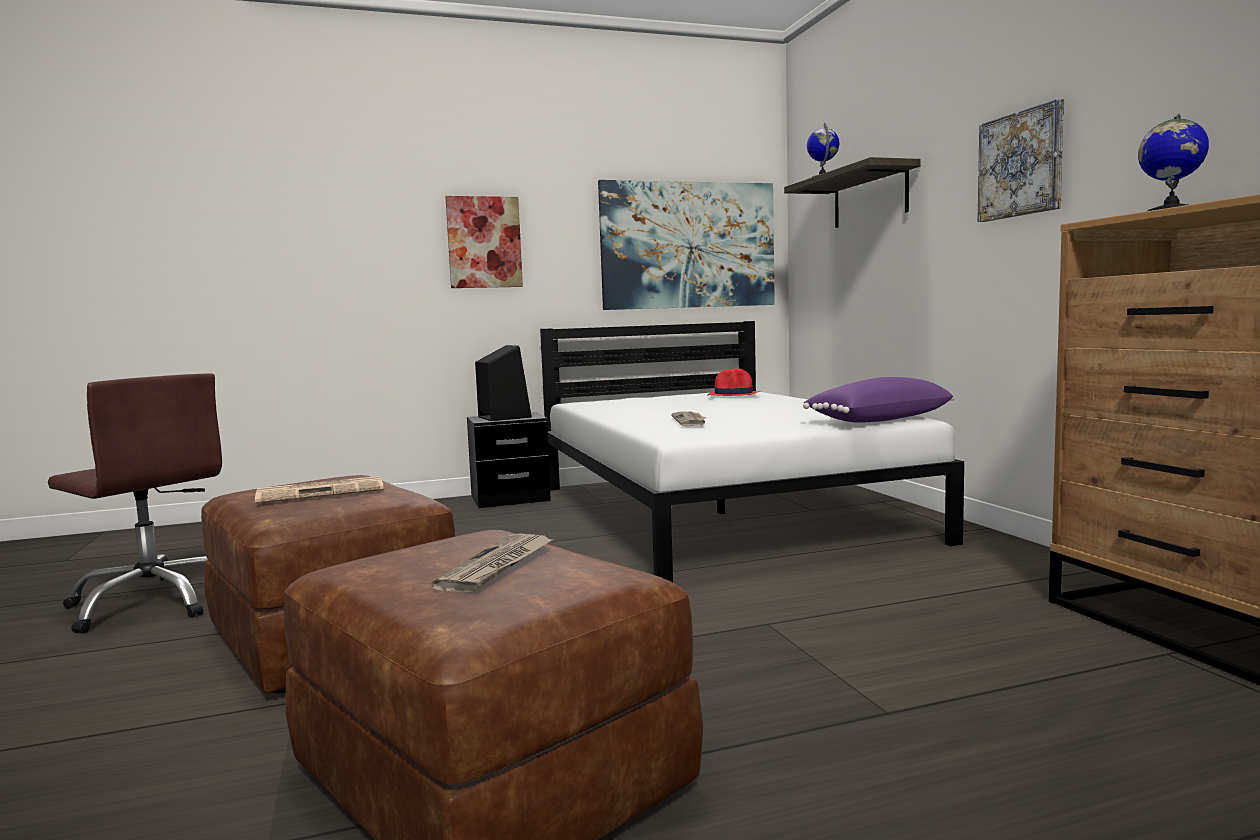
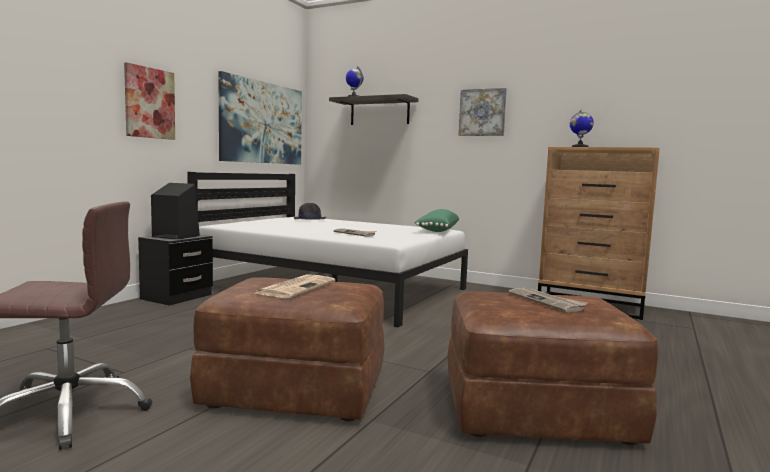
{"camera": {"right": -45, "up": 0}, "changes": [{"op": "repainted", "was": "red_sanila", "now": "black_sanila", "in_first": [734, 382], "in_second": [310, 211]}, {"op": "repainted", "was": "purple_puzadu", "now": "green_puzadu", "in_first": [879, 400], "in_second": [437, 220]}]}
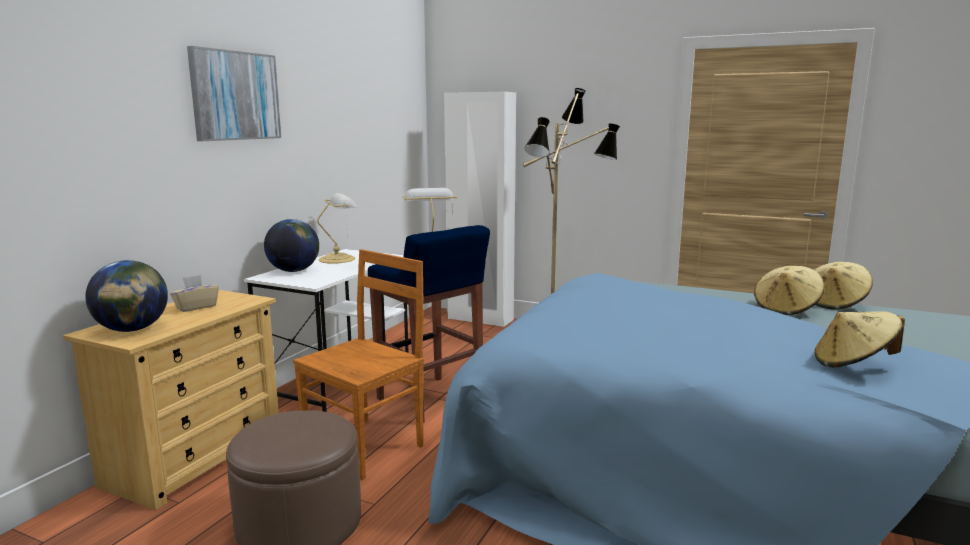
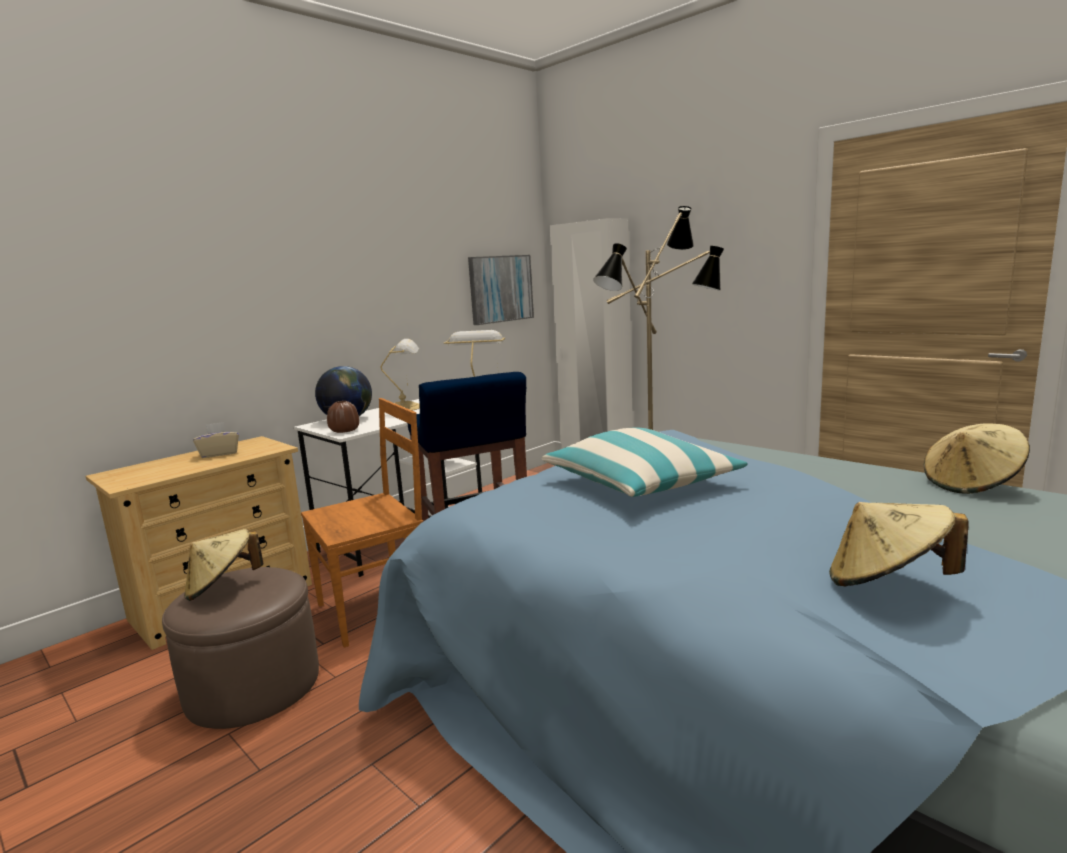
{"camera": {"right": 20, "up": 0}, "changes": [{"op": "shifted", "was": "beige_sanila", "in_first": [789, 290], "in_second": [223, 565]}, {"op": "new", "now": "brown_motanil", "in_second": [343, 417]}, {"op": "shifted", "was": "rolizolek", "in_first": [234, 93], "in_second": [501, 290]}, {"op": "new", "now": "puzadu", "in_second": [644, 462]}, {"op": "gone", "was": "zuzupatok", "in_first": [126, 296]}]}
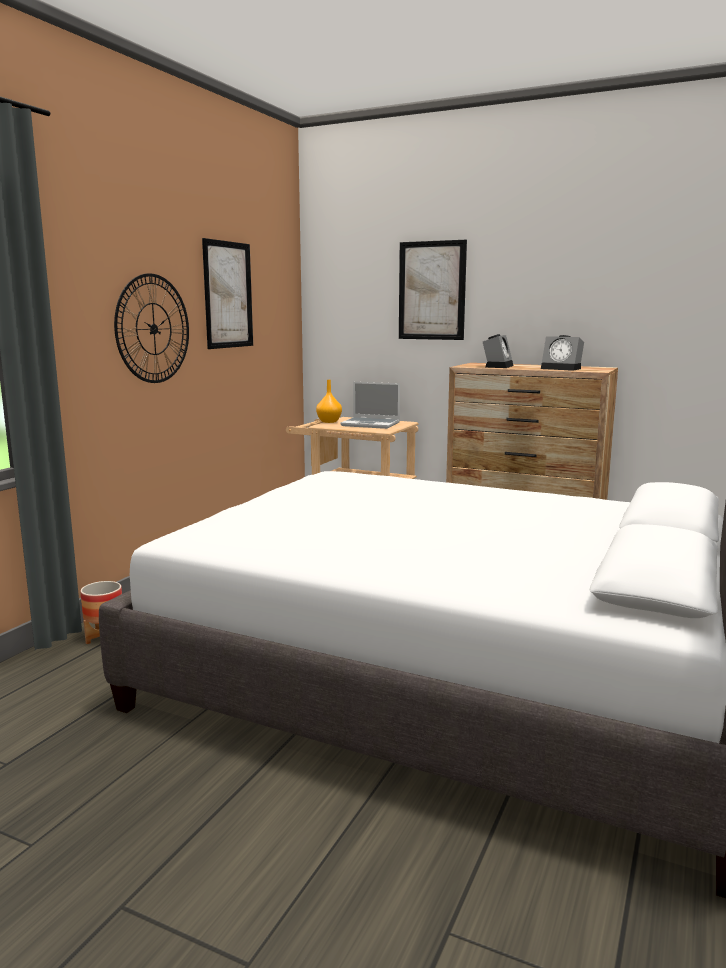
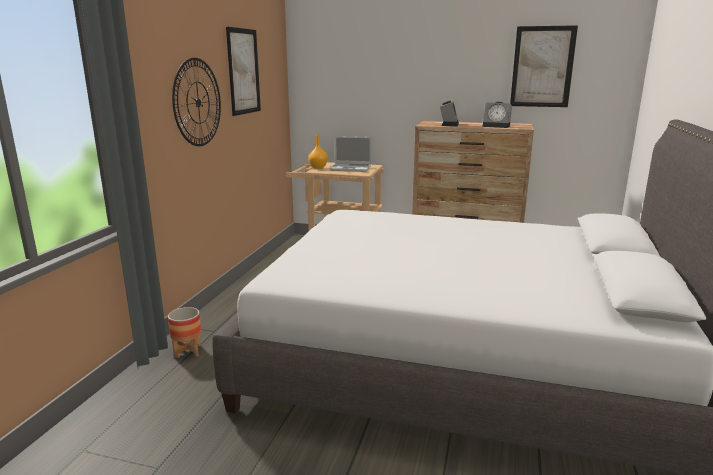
{"camera": {"right": -10, "up": 5}, "changes": [{"op": "shifted", "was": "rolizolek", "in_first": [433, 290], "in_second": [544, 66]}]}
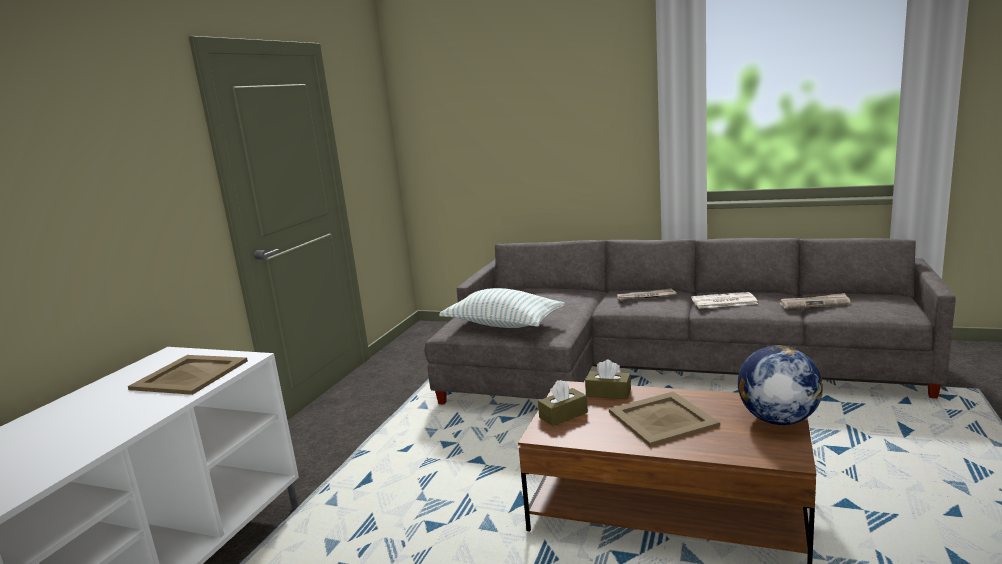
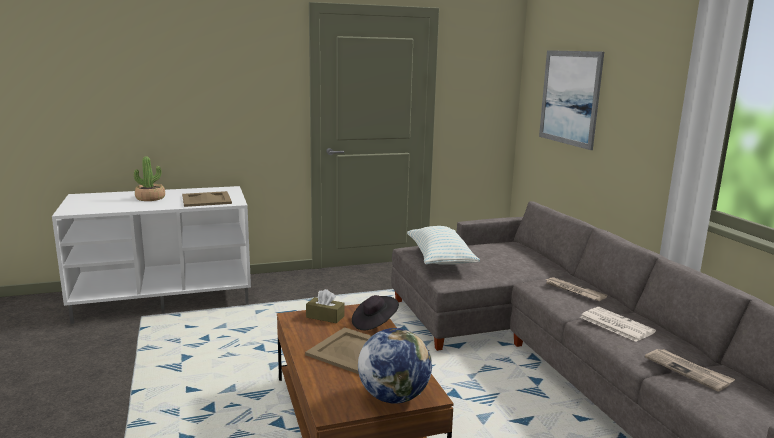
{"camera": {"right": 50, "up": 0}, "changes": [{"op": "new", "now": "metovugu", "in_second": [149, 178]}, {"op": "swapped", "was": "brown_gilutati", "now": "black_sanila", "in_first": [608, 379], "in_second": [375, 312]}, {"op": "new", "now": "rolizolek", "in_second": [571, 100]}]}
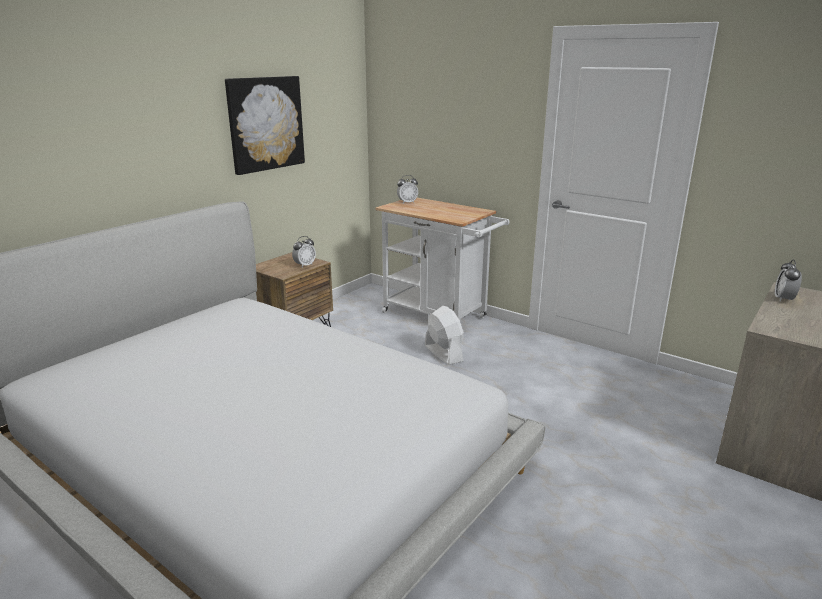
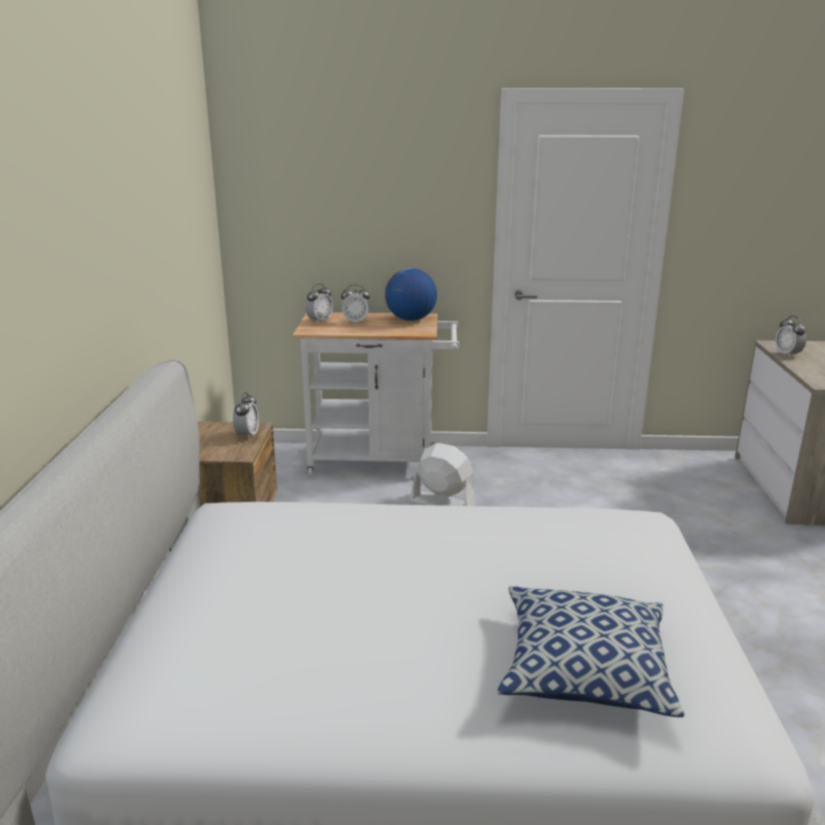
{"camera": {"right": -35, "up": 0}, "changes": [{"op": "new", "now": "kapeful", "in_second": [355, 303]}, {"op": "new", "now": "zuzupatok", "in_second": [411, 294]}, {"op": "new", "now": "puzadu", "in_second": [590, 651]}, {"op": "gone", "was": "rolizolek", "in_first": [265, 125]}]}
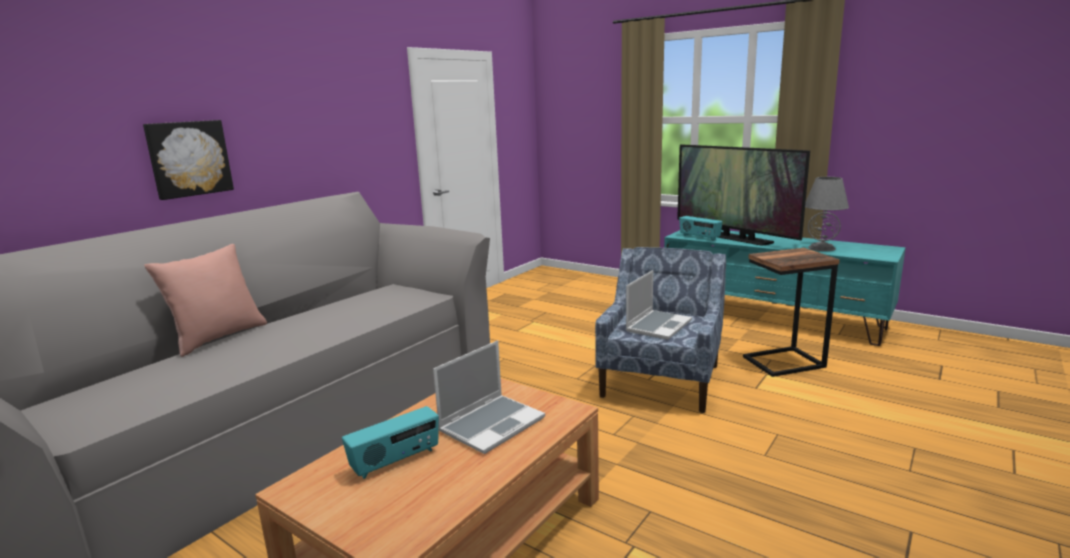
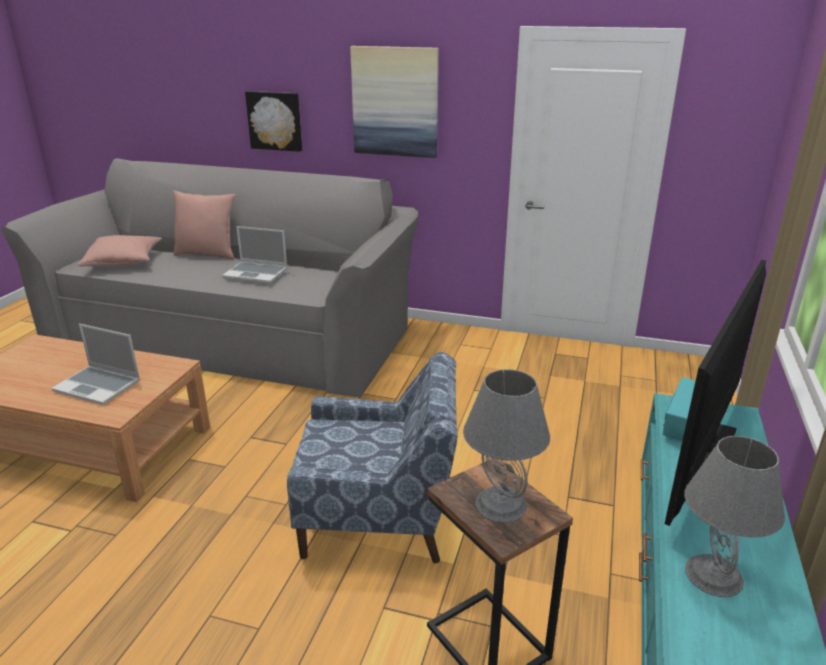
{"camera": {"right": 70, "up": 10}, "changes": [{"op": "new", "now": "pink_puzadu", "in_second": [119, 251]}, {"op": "shifted", "was": "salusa", "in_first": [659, 305], "in_second": [255, 255]}, {"op": "new", "now": "rolizolek", "in_second": [394, 102]}, {"op": "new", "now": "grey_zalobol", "in_second": [506, 445]}, {"op": "gone", "was": "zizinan", "in_first": [390, 442]}]}
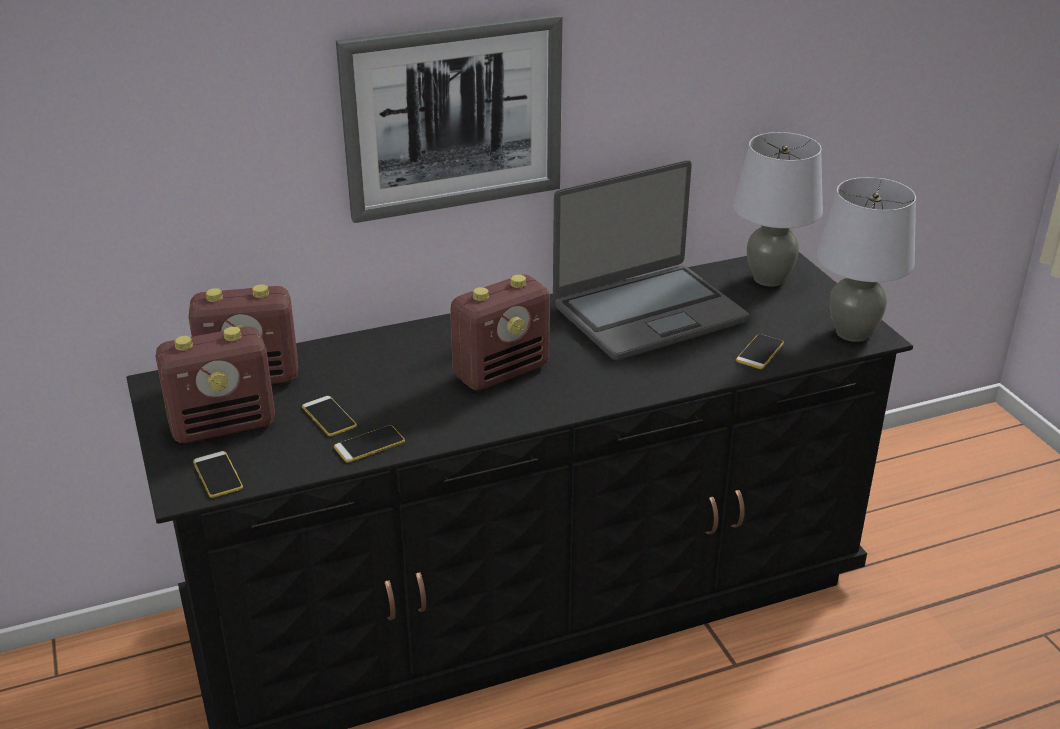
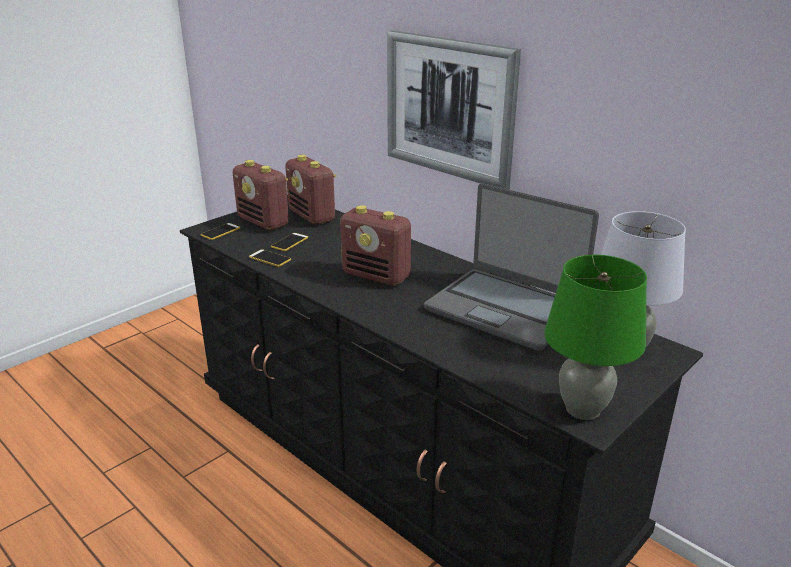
{"camera": {"right": 65, "up": -5}, "changes": [{"op": "repainted", "was": "grey_zalobol", "now": "green_zalobol", "in_first": [866, 259], "in_second": [595, 337]}, {"op": "gone", "was": "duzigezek", "in_first": [760, 351]}]}
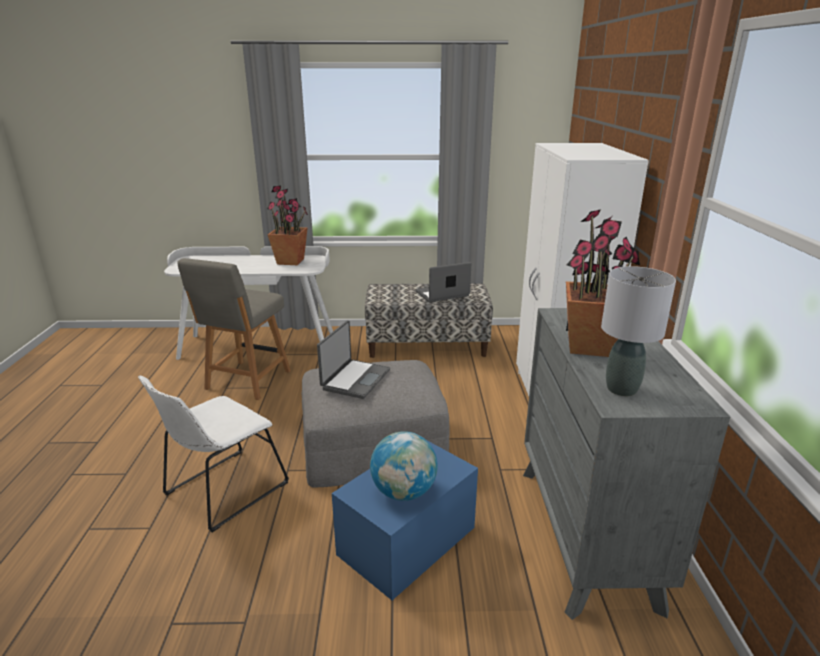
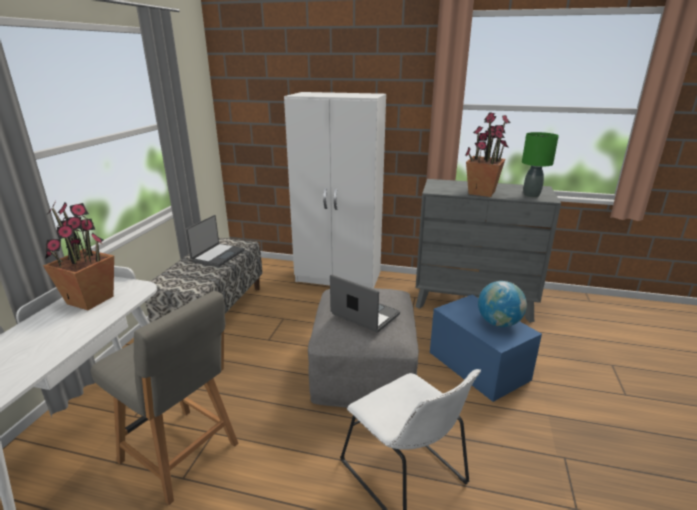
{"camera": {"right": -75, "up": 0}, "changes": [{"op": "rotated", "was": "salusa", "in_first": [443, 282], "in_second": [215, 241], "clockwise": -150}, {"op": "repainted", "was": "grey_zalobol", "now": "green_zalobol", "in_first": [638, 331], "in_second": [540, 165]}]}
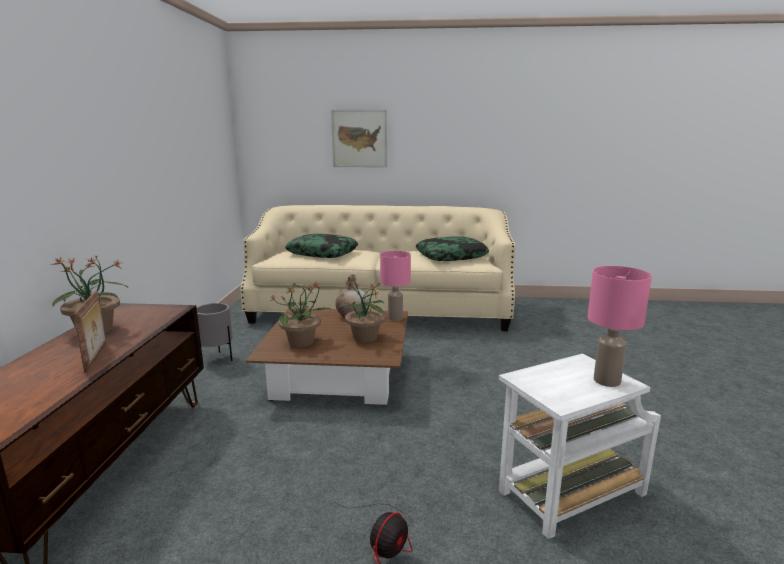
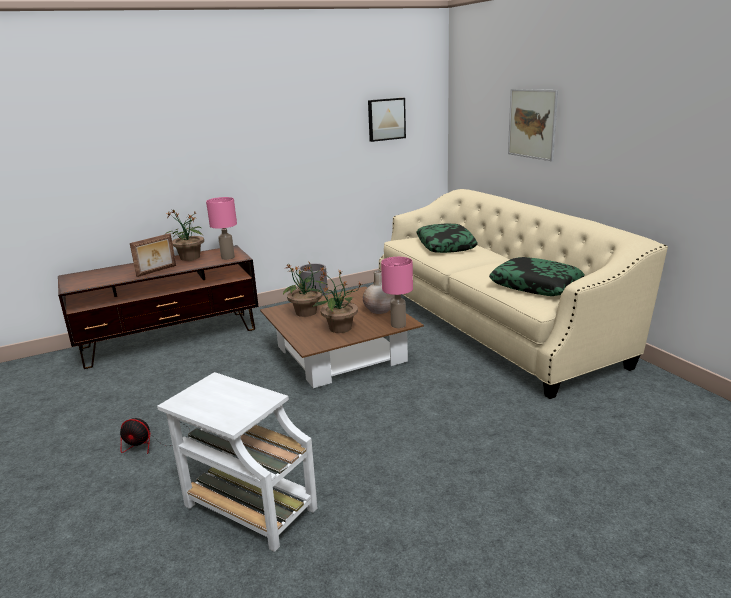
{"camera": {"right": 60, "up": 5}, "changes": [{"op": "shifted", "was": "pink_zalobol", "in_first": [619, 326], "in_second": [221, 228]}, {"op": "new", "now": "rolizolek", "in_second": [387, 120]}]}
